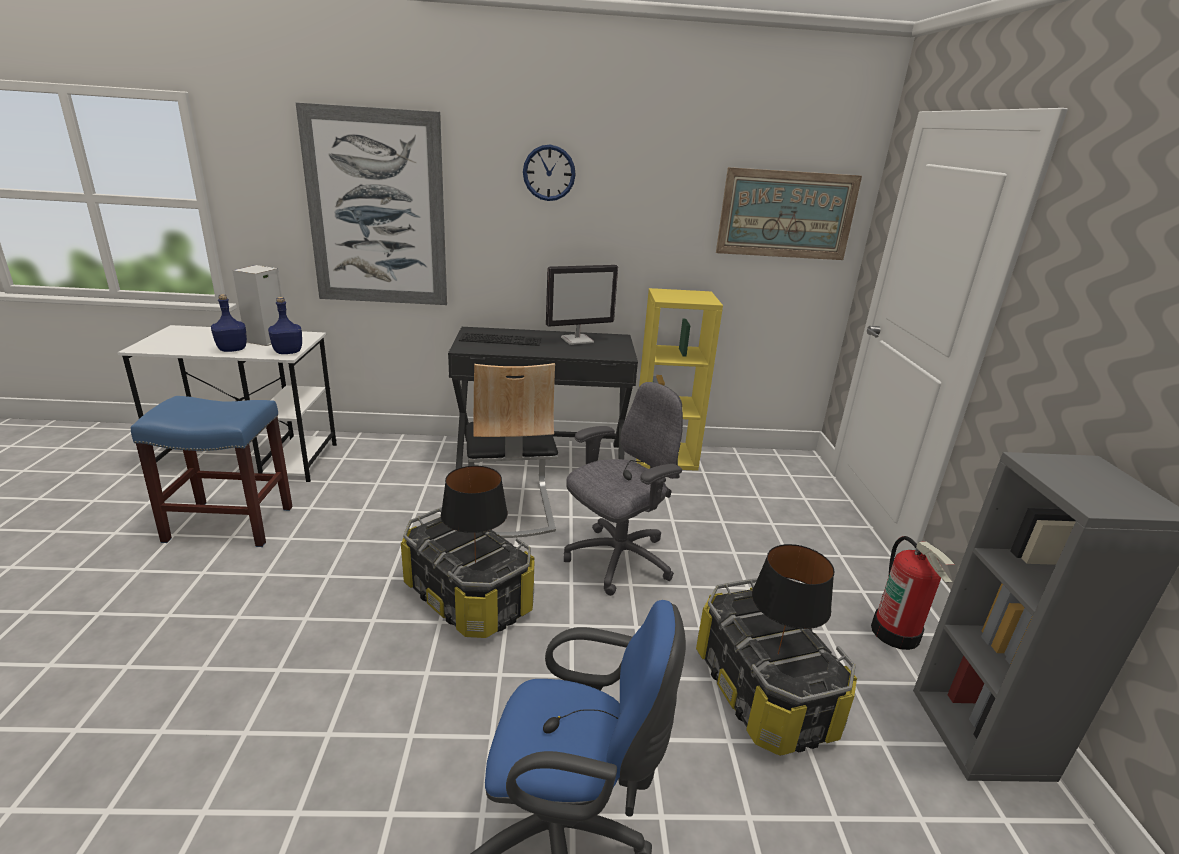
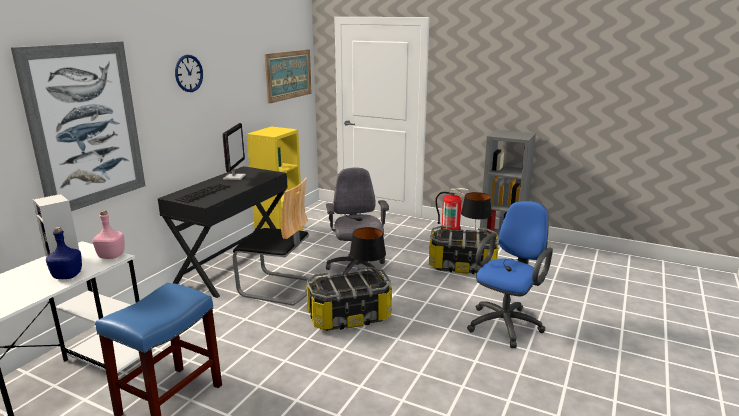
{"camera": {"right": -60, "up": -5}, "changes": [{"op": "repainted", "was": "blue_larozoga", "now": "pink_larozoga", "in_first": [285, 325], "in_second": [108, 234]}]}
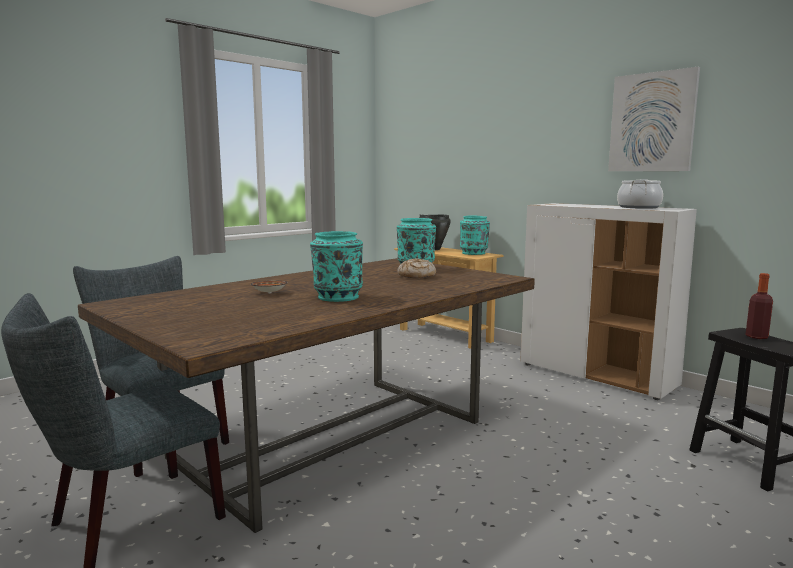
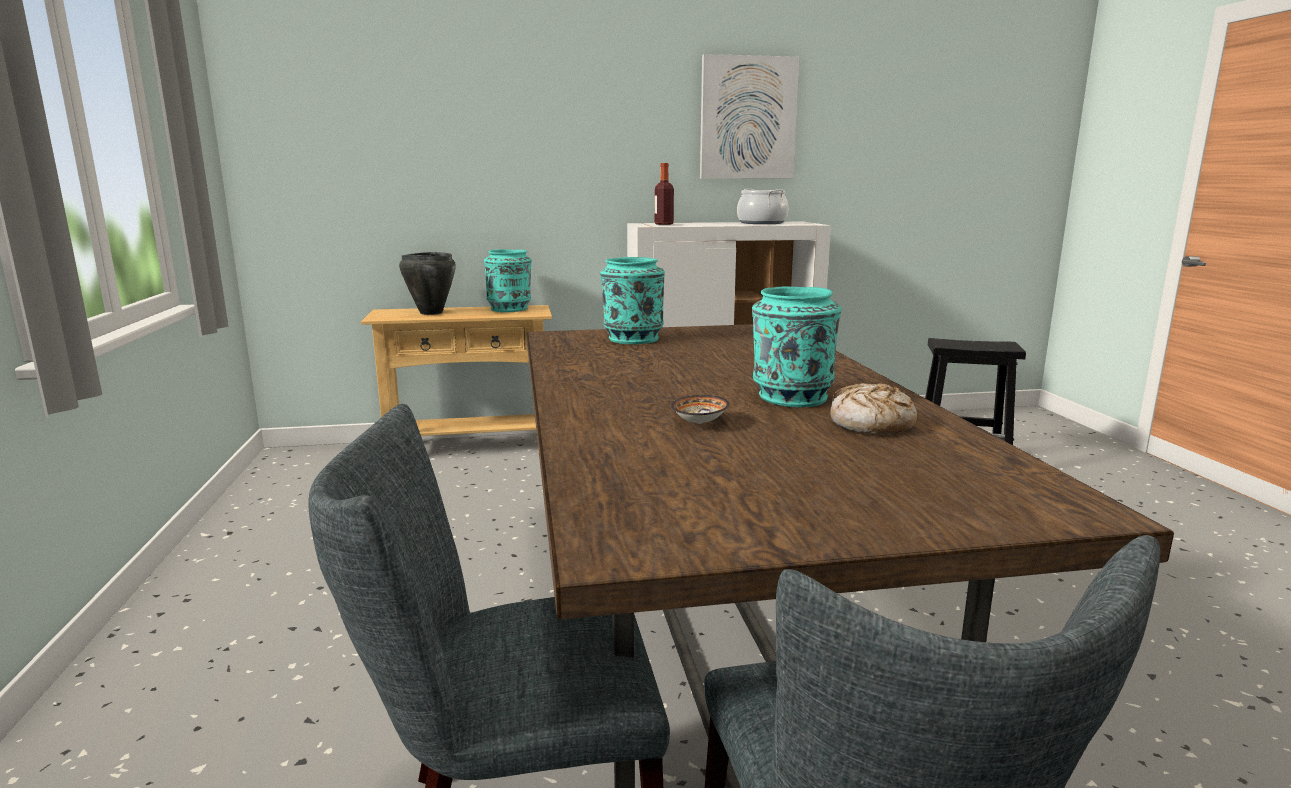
{"camera": {"right": -55, "up": 5}, "changes": [{"op": "shifted", "was": "larozoga", "in_first": [759, 306], "in_second": [664, 194]}, {"op": "shifted", "was": "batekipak", "in_first": [416, 268], "in_second": [873, 408]}]}
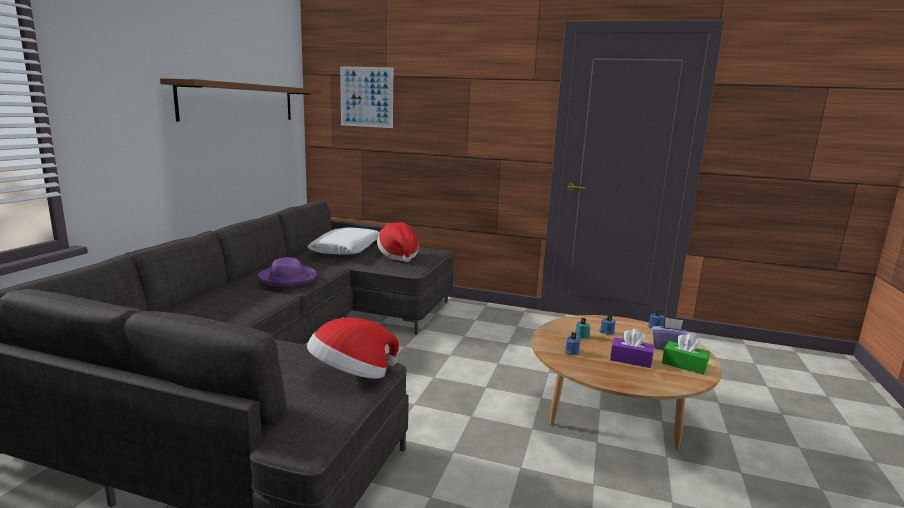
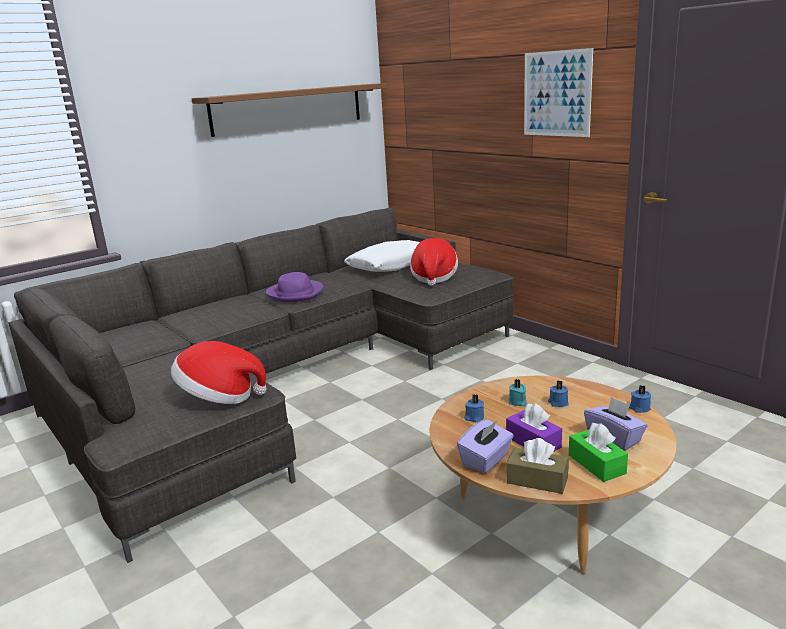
{"camera": {"right": 35, "up": 5}, "changes": [{"op": "new", "now": "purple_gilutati", "in_second": [485, 446]}, {"op": "new", "now": "brown_gilutati", "in_second": [538, 466]}, {"op": "shifted", "was": "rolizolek", "in_first": [366, 97], "in_second": [558, 92]}]}
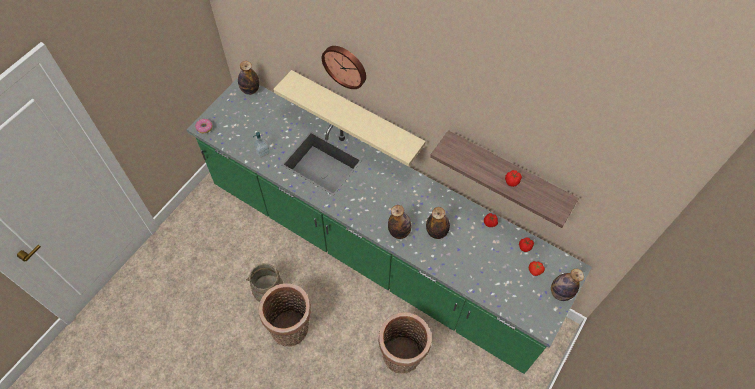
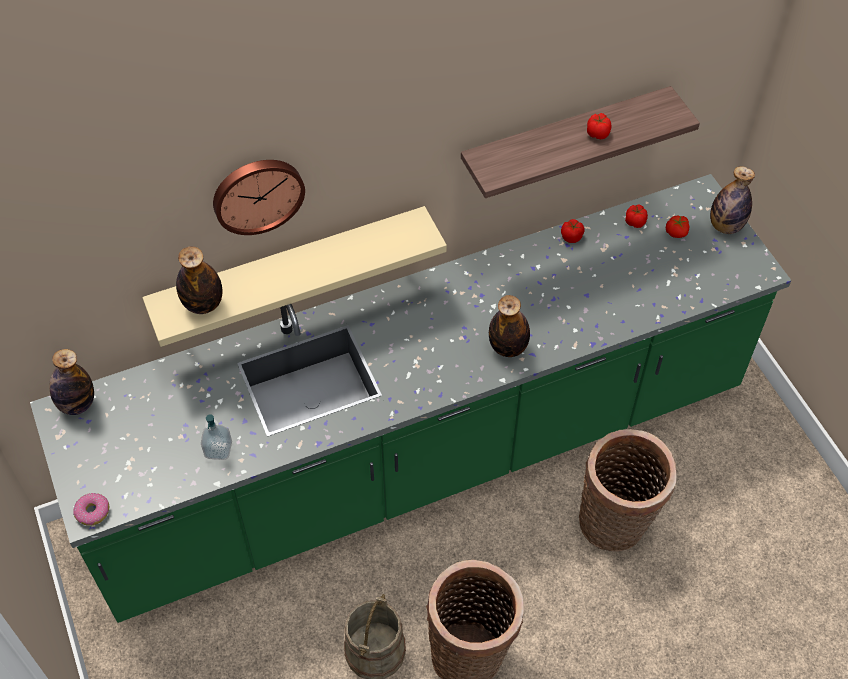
{"camera": {"right": -55, "up": -5}, "changes": [{"op": "shifted", "was": "larozoga", "in_first": [438, 223], "in_second": [199, 280]}]}
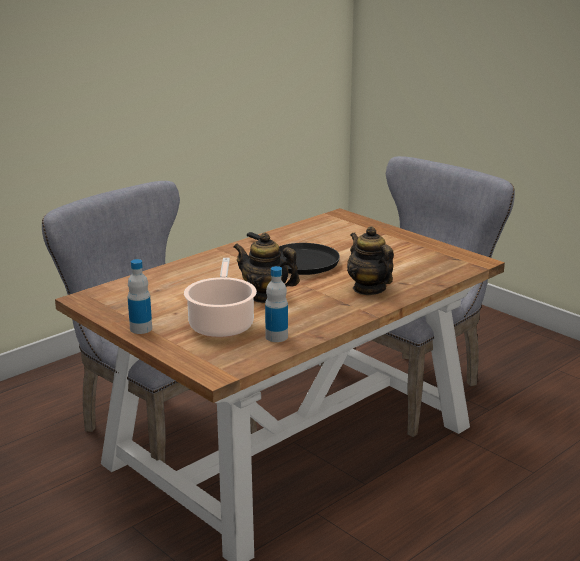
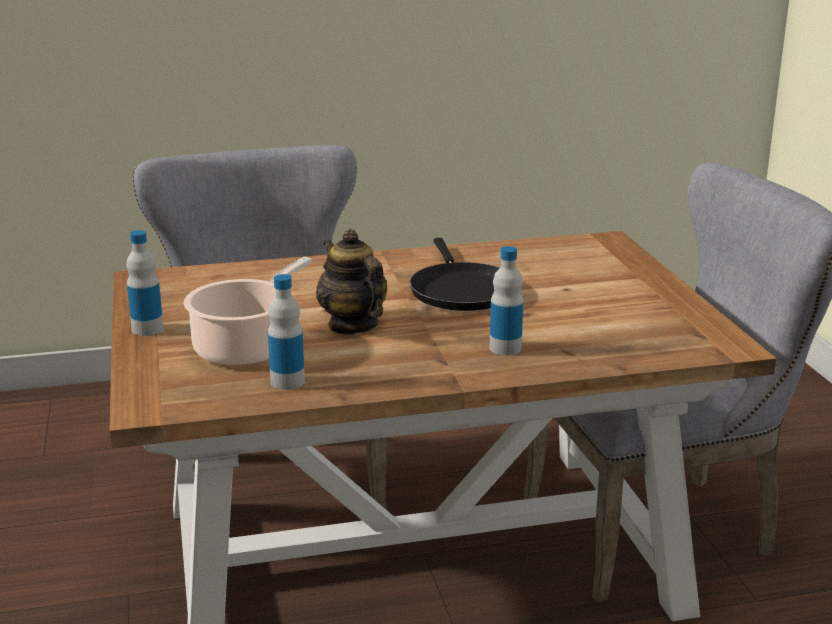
{"camera": {"right": 30, "up": 0}, "changes": [{"op": "swapped", "was": "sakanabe", "now": "larozoga", "in_first": [370, 260], "in_second": [507, 301]}]}
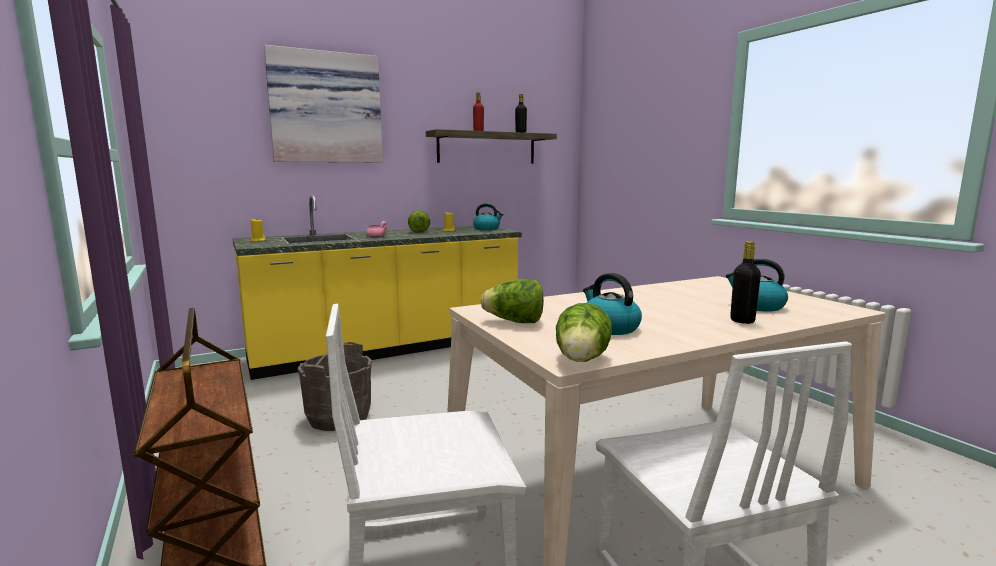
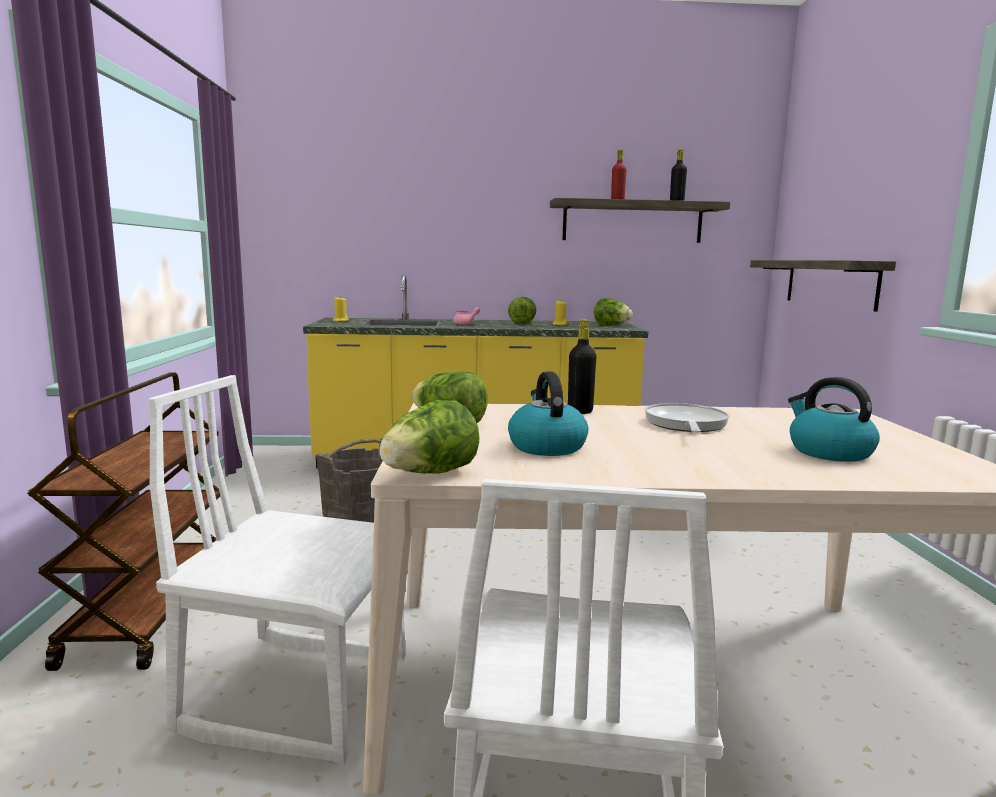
{"camera": {"right": 25, "up": 0}, "changes": [{"op": "shifted", "was": "black_larozoga", "in_first": [745, 282], "in_second": [582, 366]}, {"op": "swapped", "was": "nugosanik", "now": "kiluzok", "in_first": [488, 216], "in_second": [613, 312]}, {"op": "new", "now": "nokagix", "in_second": [687, 418]}, {"op": "new", "now": "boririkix", "in_second": [823, 286]}, {"op": "gone", "was": "rolizolek", "in_first": [323, 103]}]}
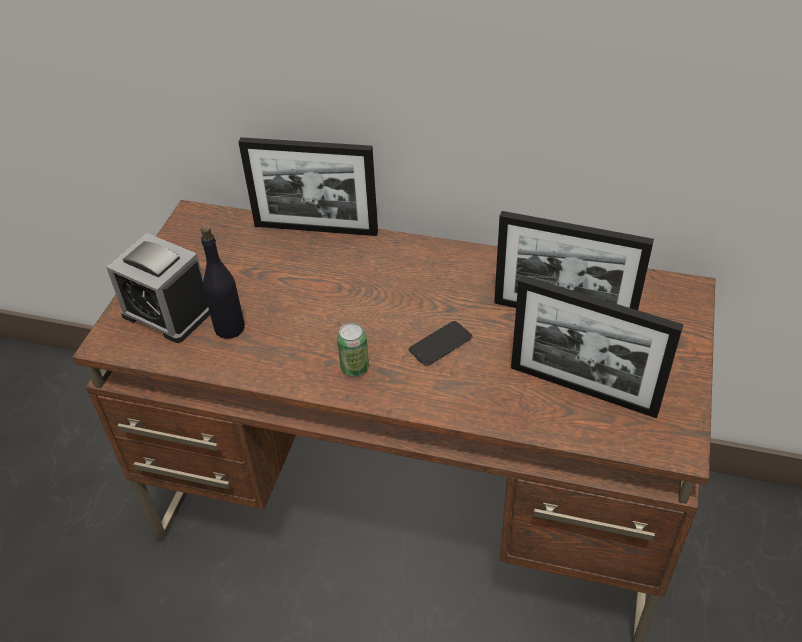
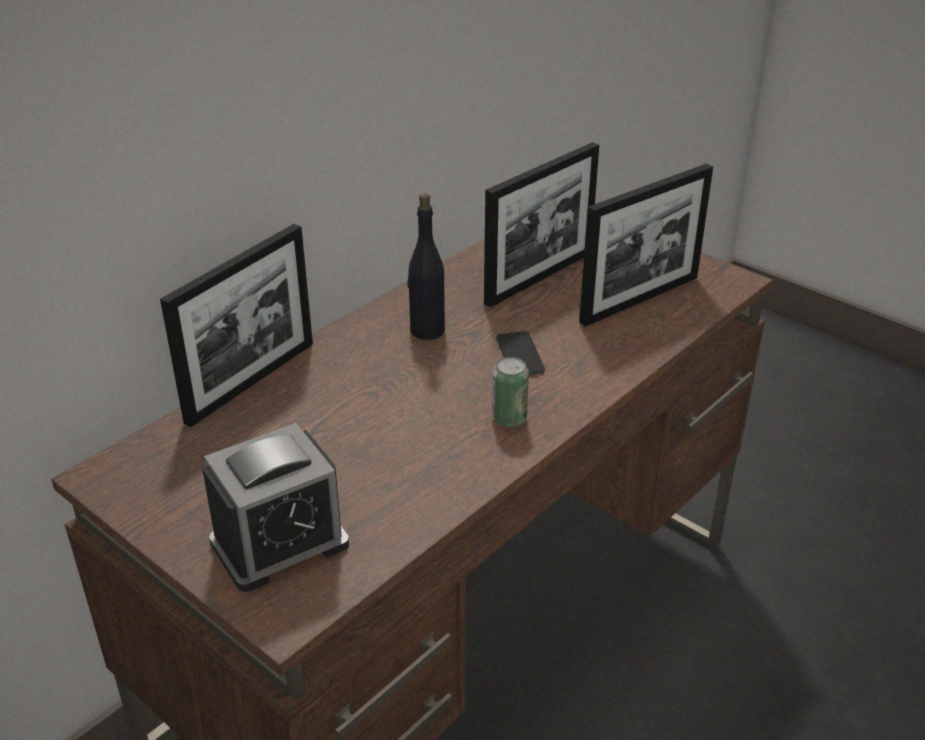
{"camera": {"right": -65, "up": -10}, "changes": [{"op": "shifted", "was": "black_larozoga", "in_first": [222, 282], "in_second": [426, 266]}]}
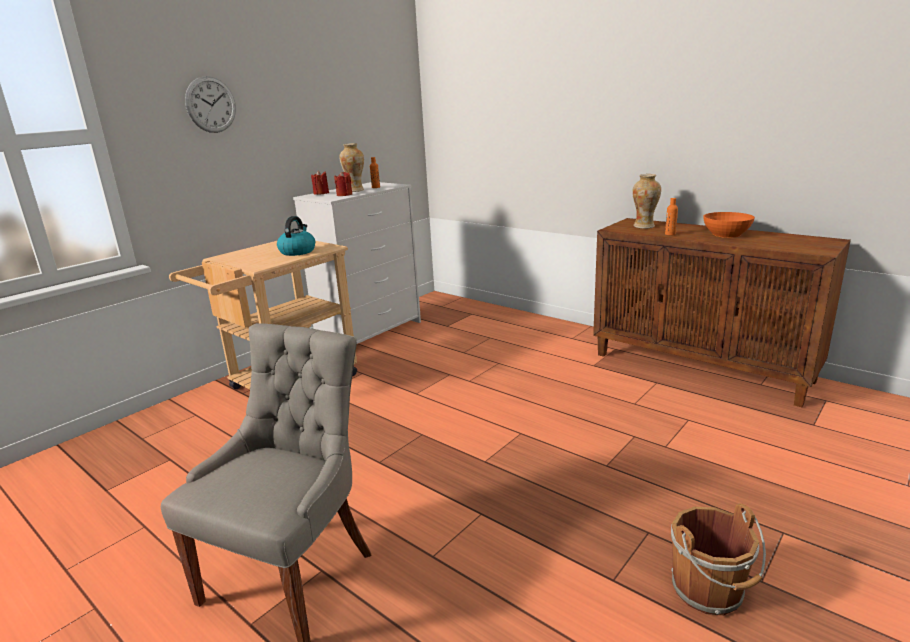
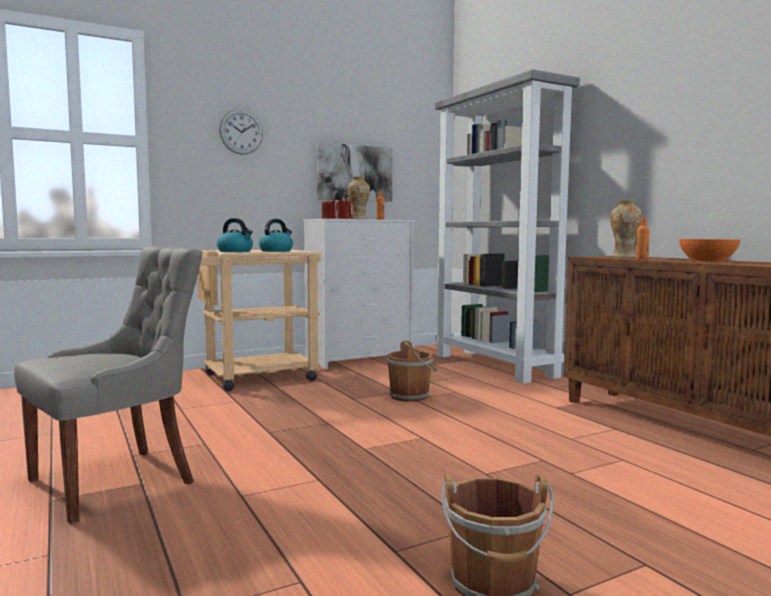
{"camera": {"right": 20, "up": -15}, "changes": [{"op": "new", "now": "nugosanik", "in_second": [235, 235]}, {"op": "new", "now": "rolizolek", "in_second": [354, 172]}, {"op": "new", "now": "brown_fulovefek", "in_second": [412, 371]}, {"op": "new", "now": "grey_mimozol", "in_second": [507, 226]}]}
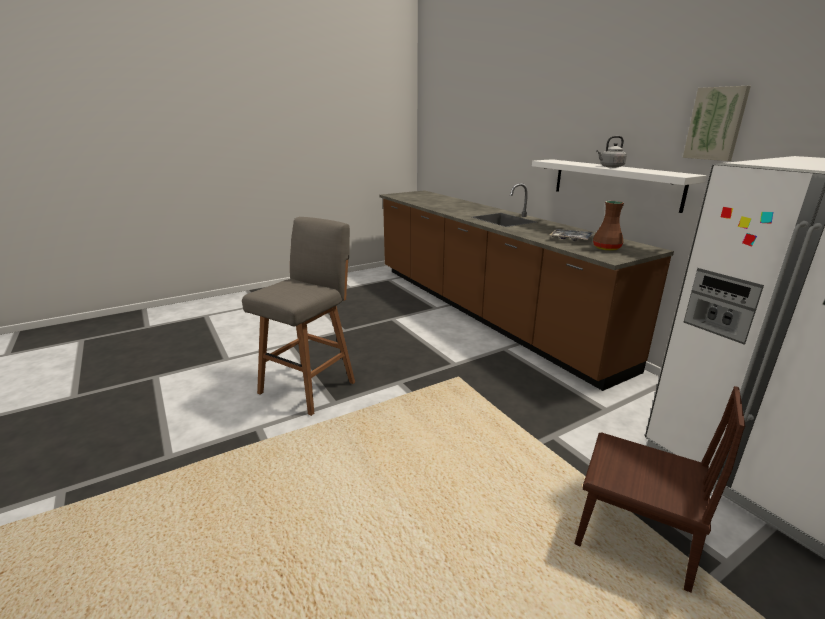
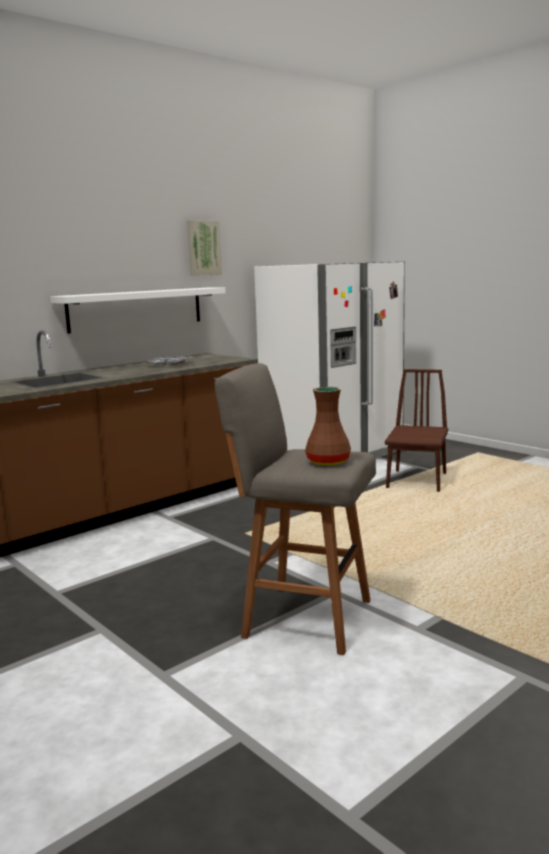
{"camera": {"right": -100, "up": -10}, "changes": [{"op": "shifted", "was": "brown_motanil", "in_first": [608, 226], "in_second": [328, 426]}, {"op": "gone", "was": "grey_nugosanik", "in_first": [611, 152]}]}
